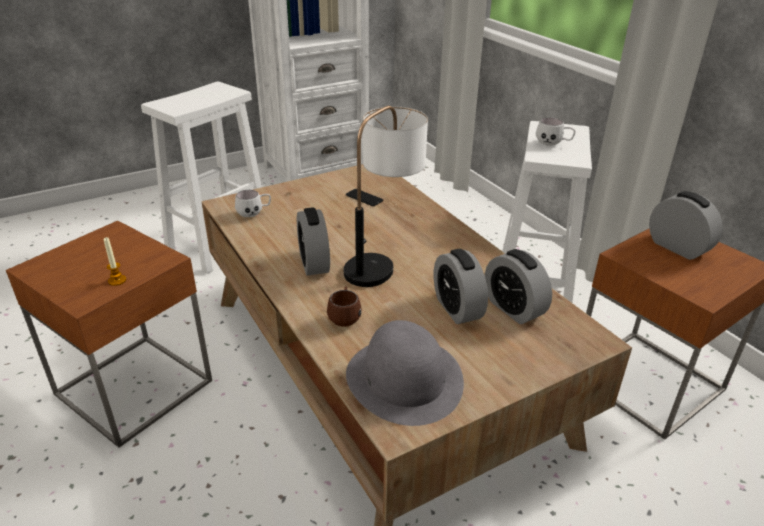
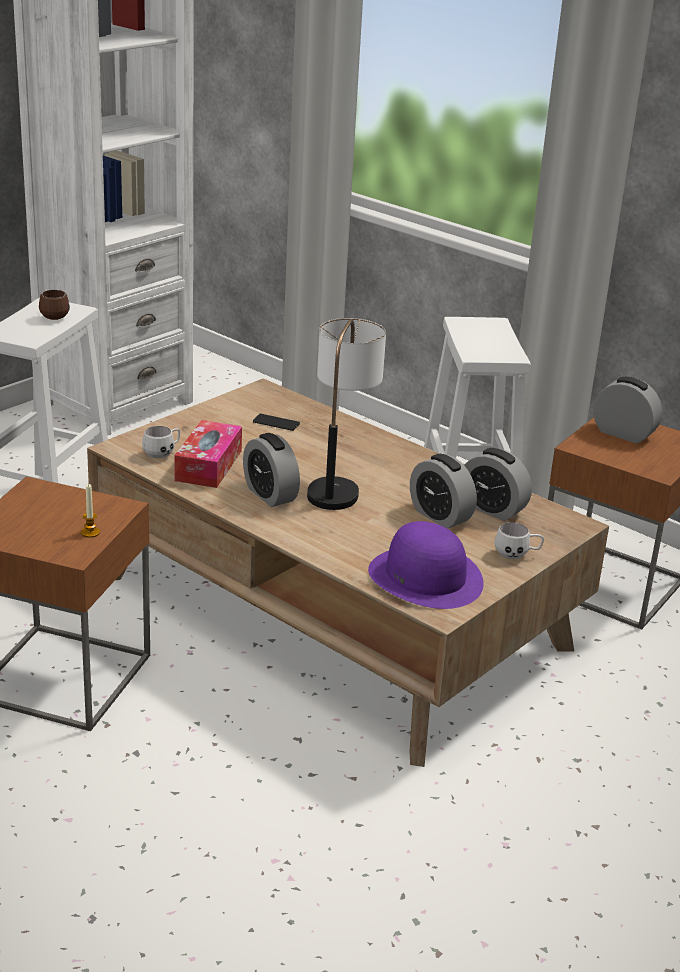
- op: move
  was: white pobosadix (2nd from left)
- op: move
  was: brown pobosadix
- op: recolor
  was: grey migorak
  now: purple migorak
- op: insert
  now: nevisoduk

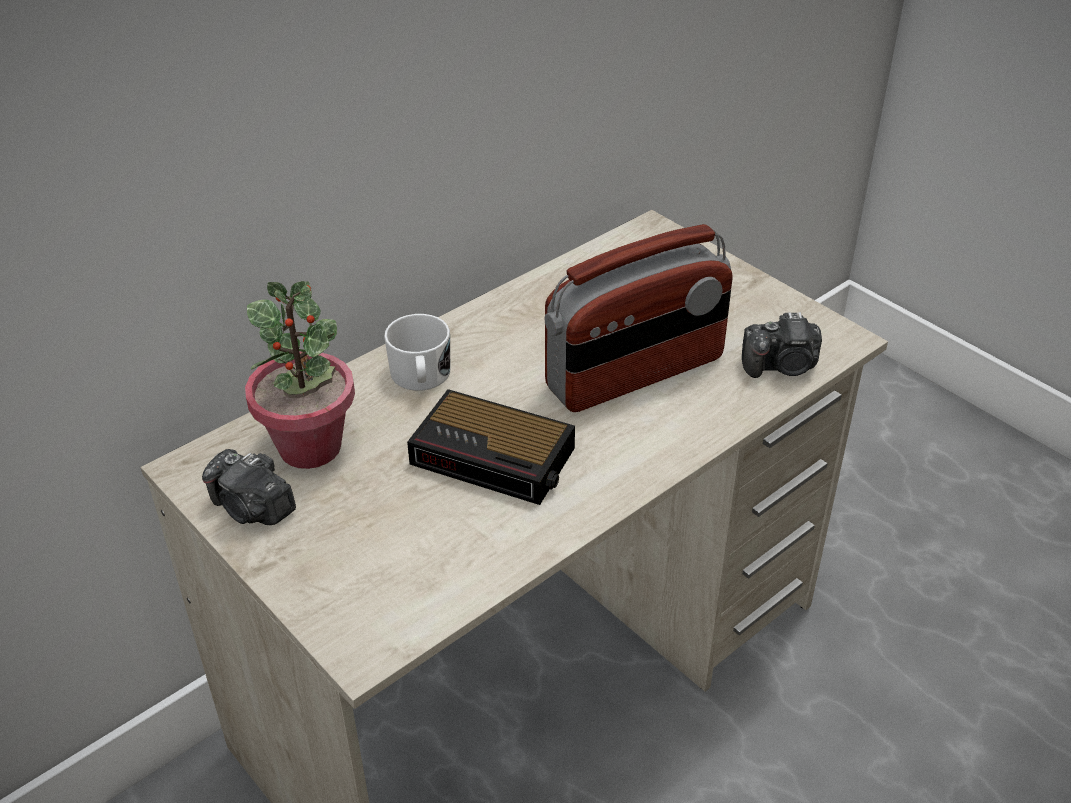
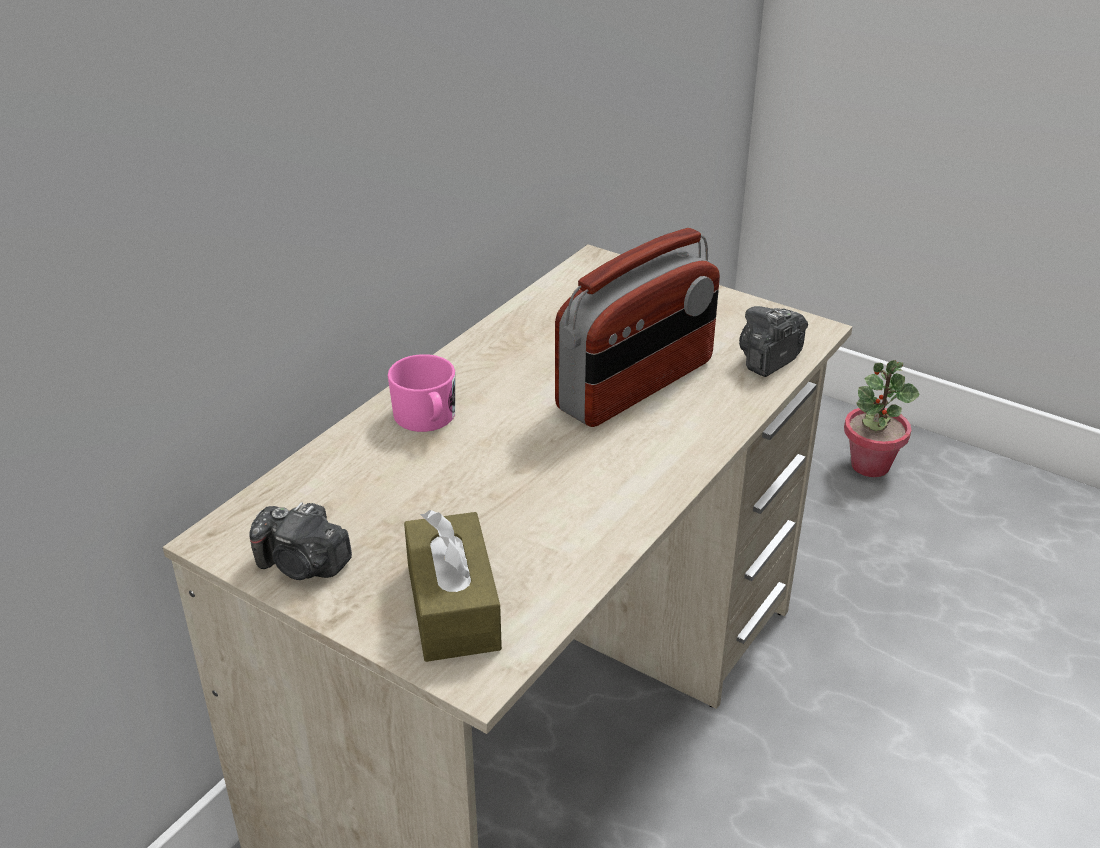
- op: move
  was: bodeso
- op: rotate
  was: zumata (2nd from left)
  clockwise: 150
- op: recolor
  was: white pobosadix
  now: pink pobosadix
- op: delete
  was: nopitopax
- op: insert
  now: brown nevisoduk

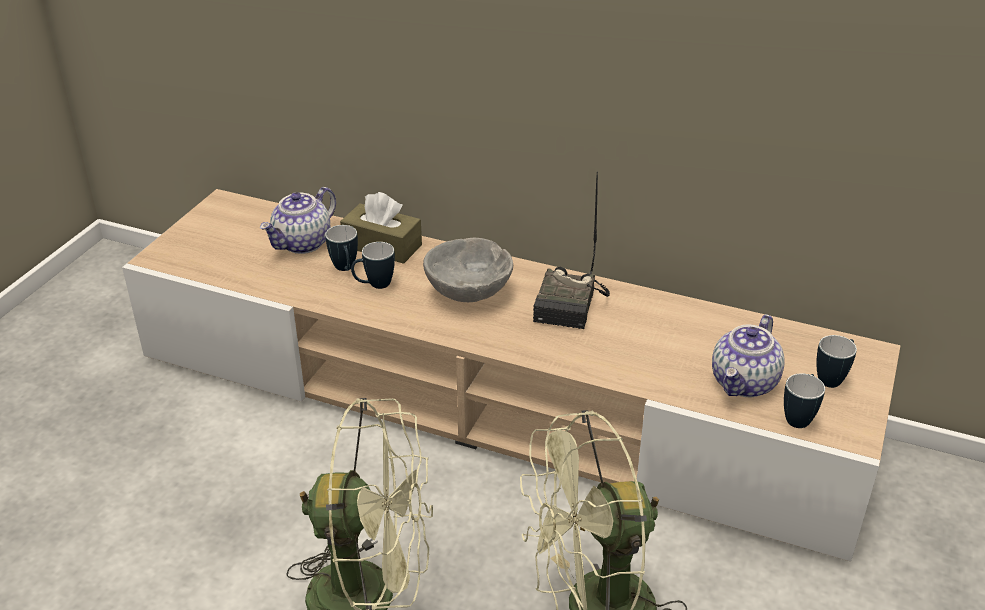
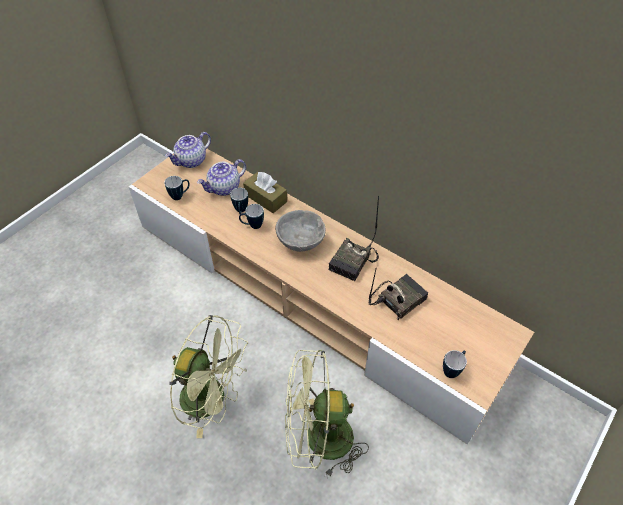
- op: move
  was: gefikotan (2nd from left in the first image)
  now: gefikotan (1st from left)
- op: move
  was: pobosadix (4th from left in the first image)
  now: pobosadix (1st from left)
- op: insert
  now: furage (2nd from left)

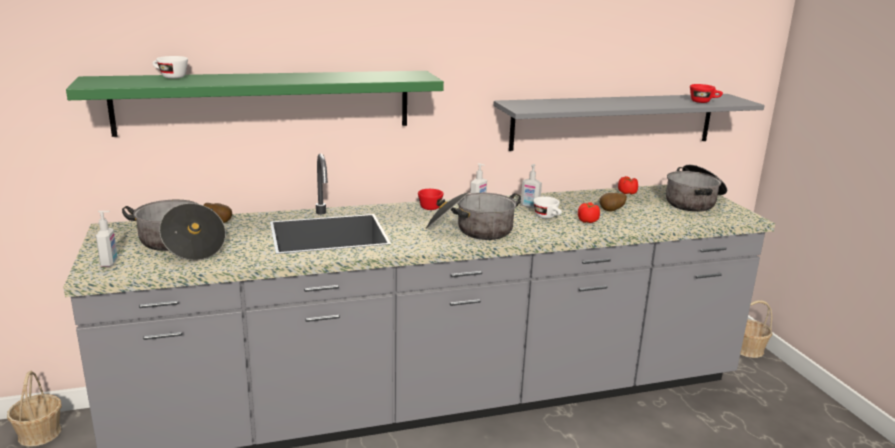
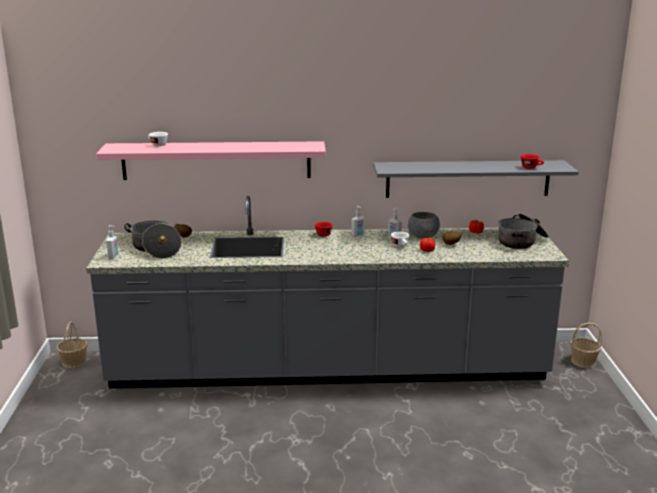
- op: recolor
  was: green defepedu
  now: pink defepedu
- op: delete
  was: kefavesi (2nd from left)
- op: insert
  now: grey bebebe

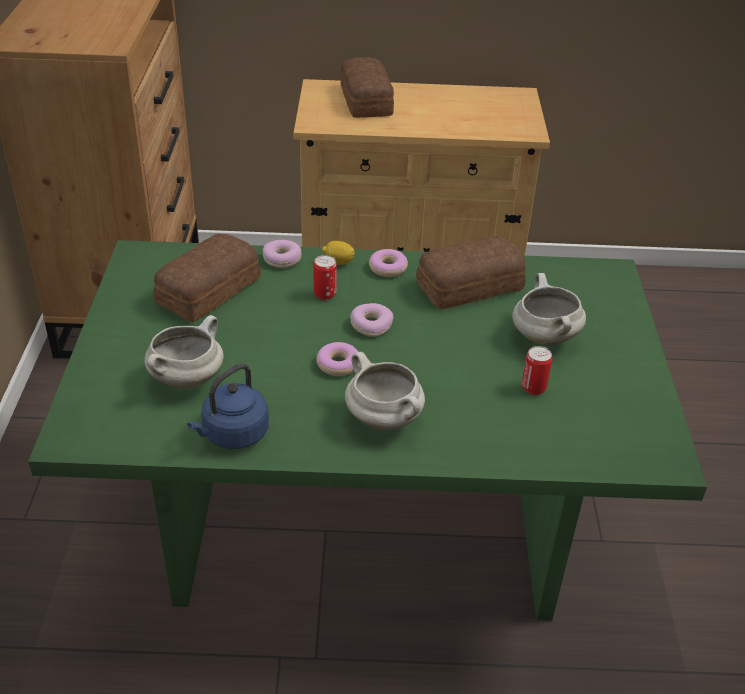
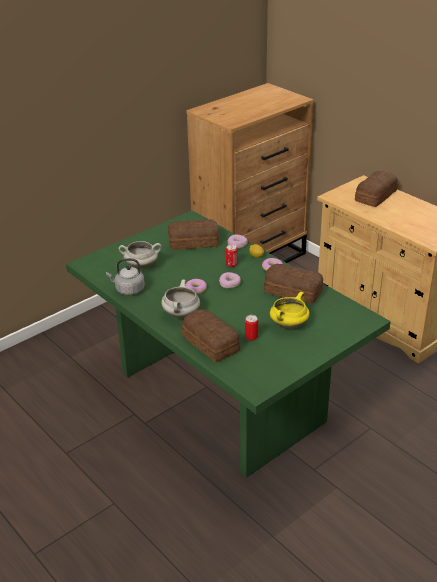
- op: recolor
  was: white kefavesi (3rd from left)
  now: yellow kefavesi
- op: recolor
  was: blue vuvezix
  now: grey vuvezix
- op: insert
  now: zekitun (2nd from left)

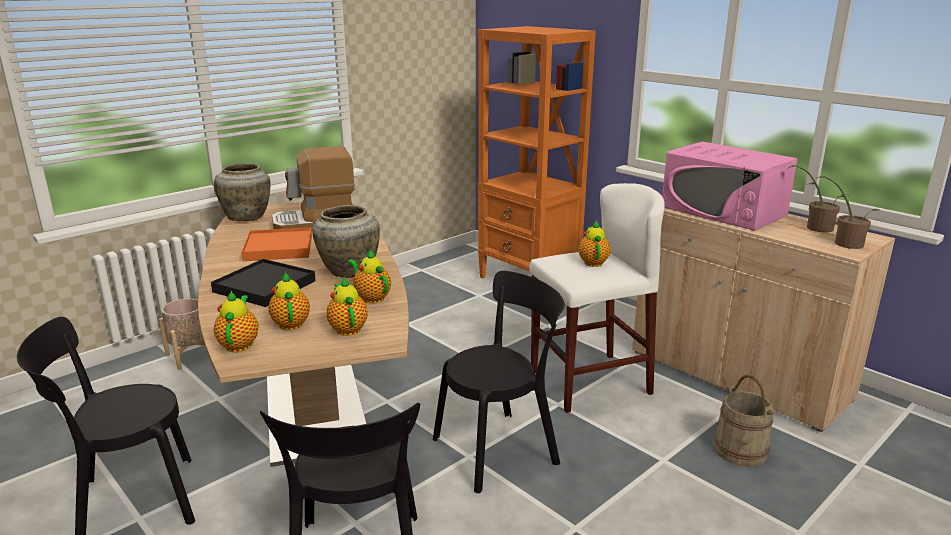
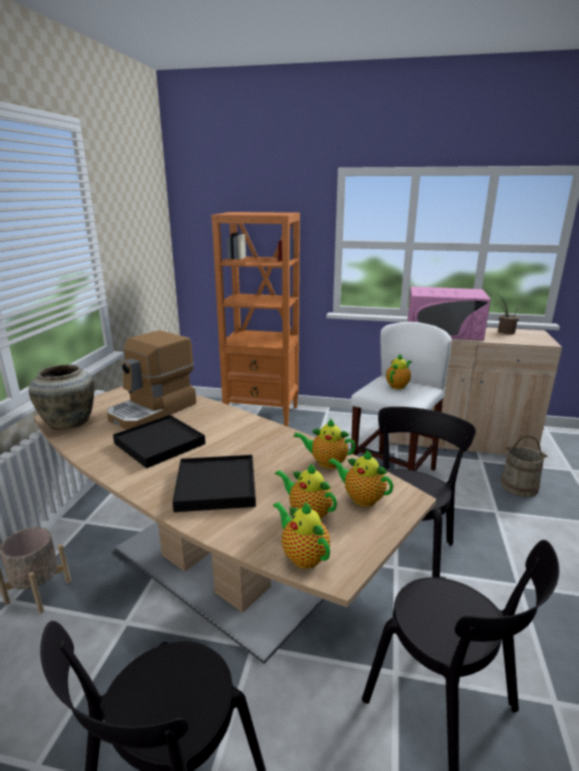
- op: delete
  was: bodeso (2nd from left)
- op: delete
  was: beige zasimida (2nd from left)
- op: rotate
  was: gefikotan (5th from left)
  clockwise: 75
- op: recolor
  was: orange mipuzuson
  now: black mipuzuson (1st from left)

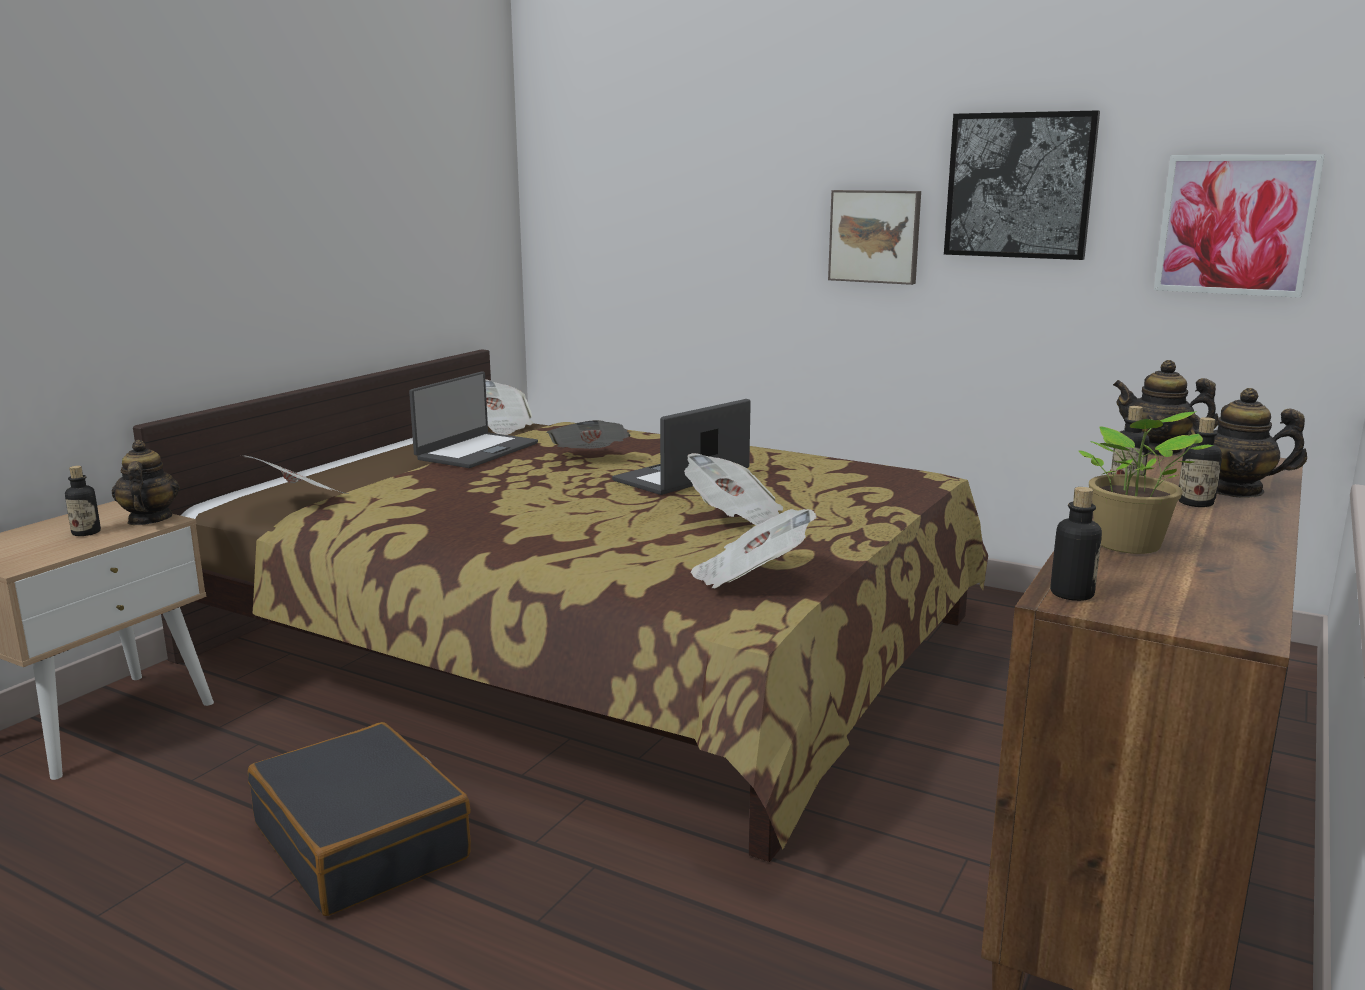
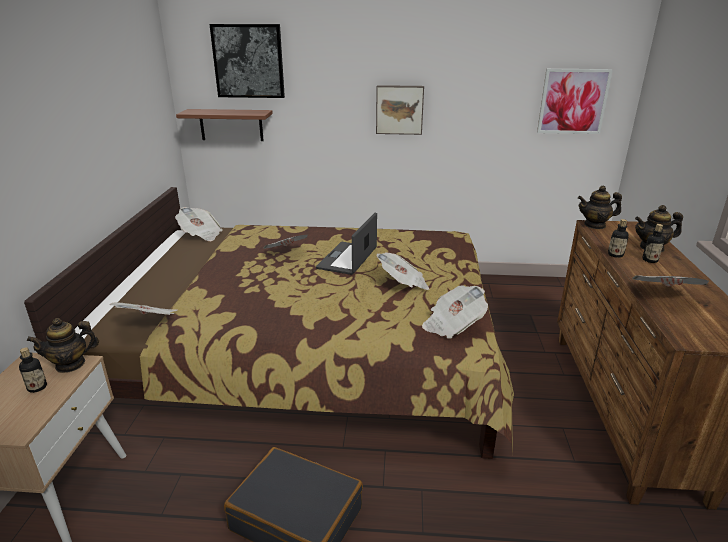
- op: move
  was: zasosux (2nd from left in the first image)
  now: zasosux (1st from left)
- op: delete
  was: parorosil (1st from left)
- op: replace
  was: bodeso
  now: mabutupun (6th from left)
- op: rotate
  was: gefikotan (1st from left)
  clockwise: -75
- op: delete
  was: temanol (2nd from left)
- op: insert
  now: defepedu

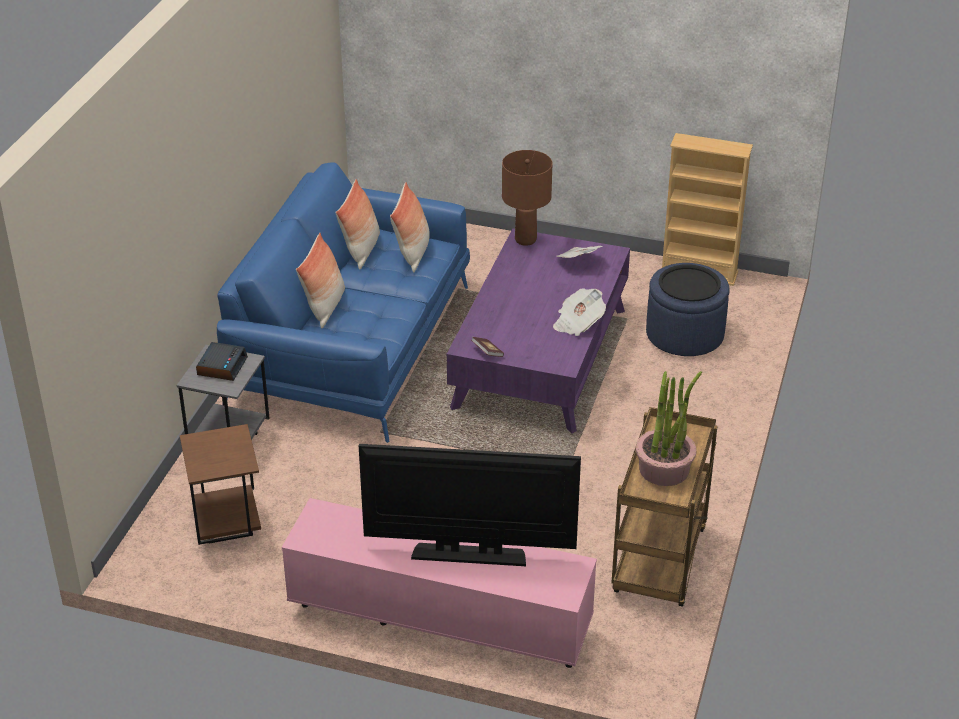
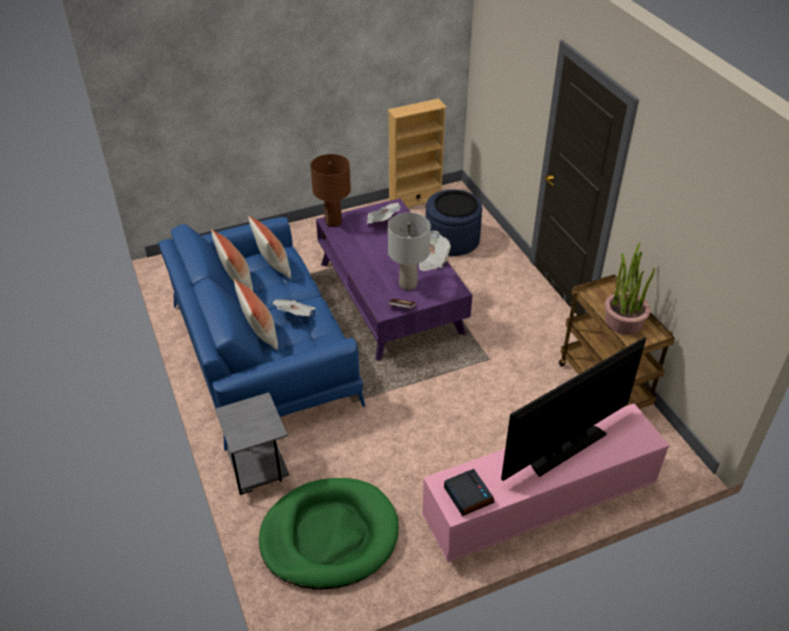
- op: move
  was: nopitopax
- op: replace
  was: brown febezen
  now: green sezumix
- op: insert
  now: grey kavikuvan
- op: insert
  now: mabutupun (1st from left)

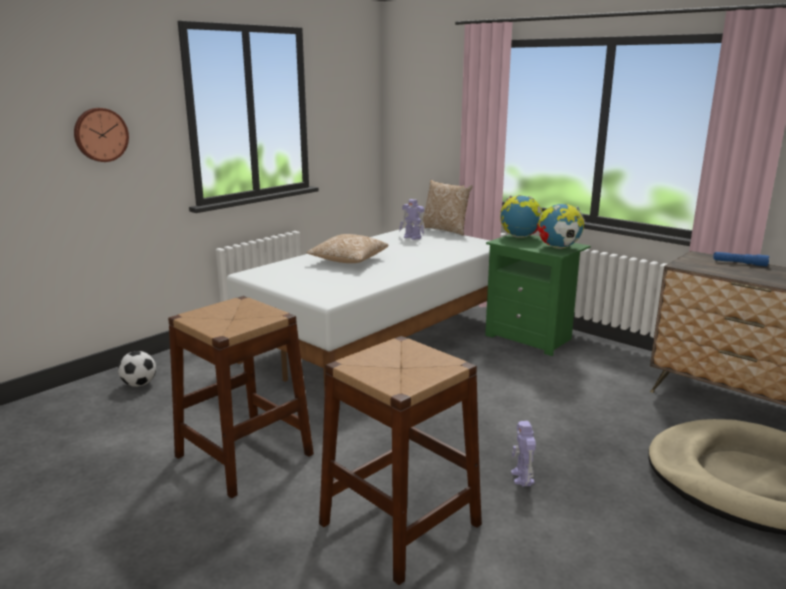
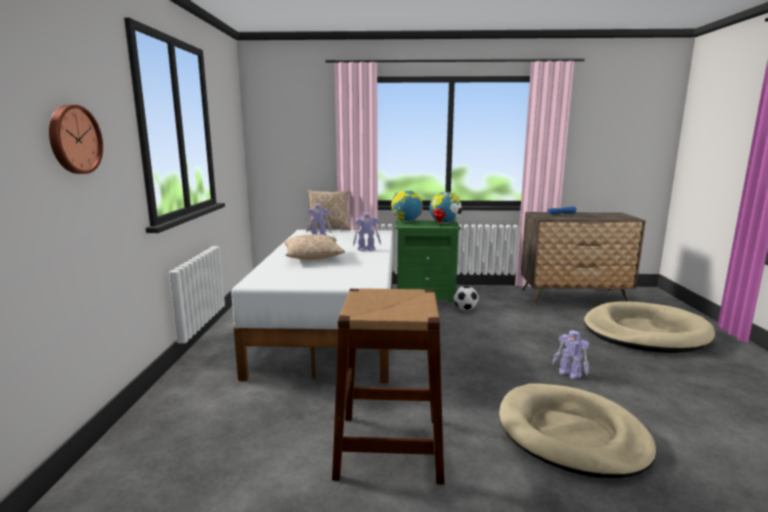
- op: replace
  was: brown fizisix (2nd from left)
  now: beige sezumix (1st from left)
- op: move
  was: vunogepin
- op: insert
  now: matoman (2nd from left)

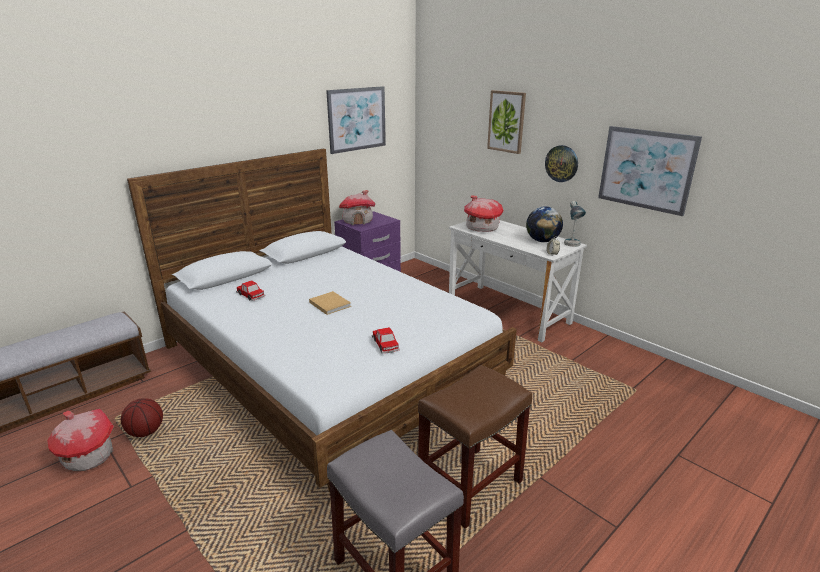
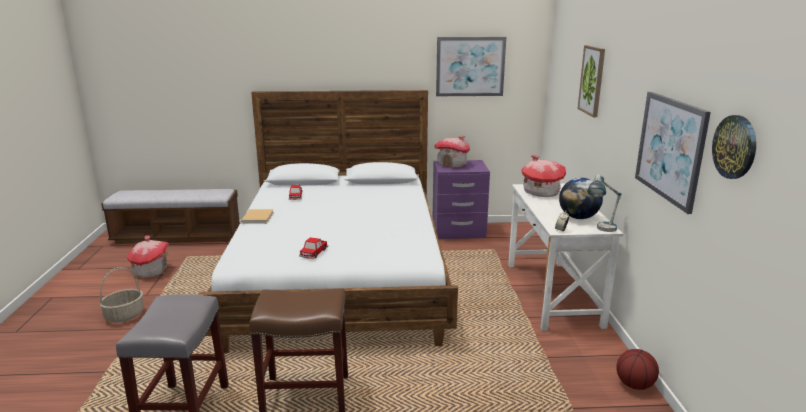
- op: move
  was: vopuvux
- op: move
  was: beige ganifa
- op: move
  was: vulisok
- op: insert
  now: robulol

